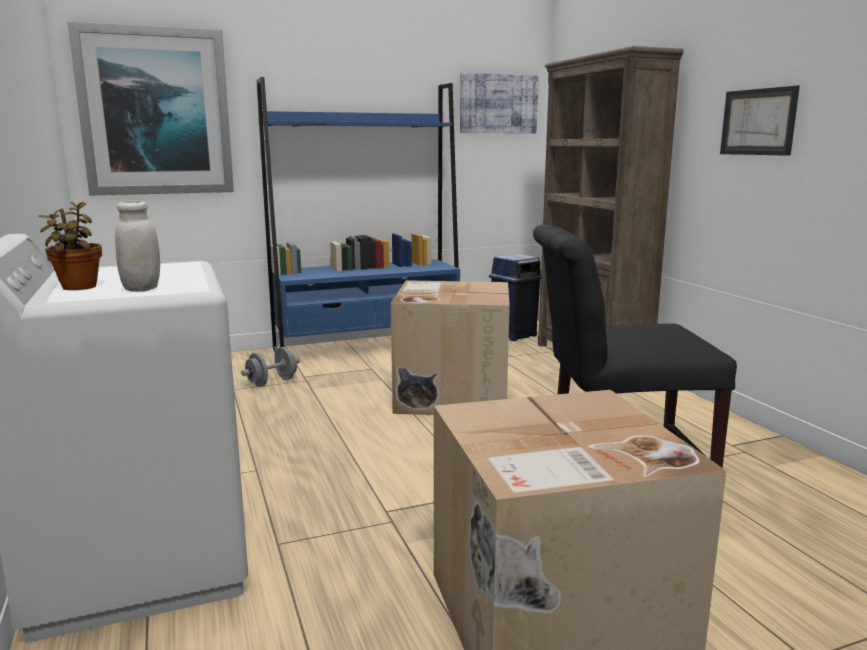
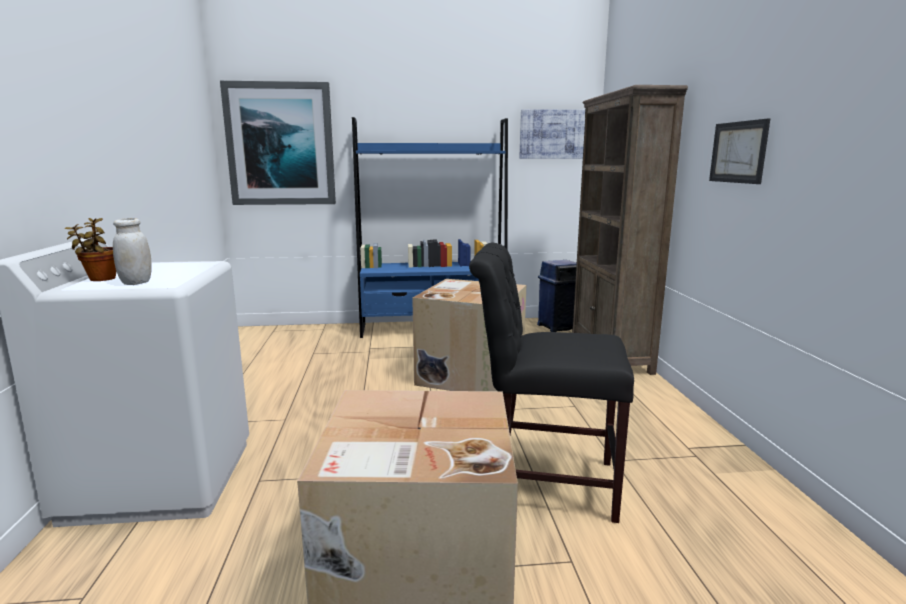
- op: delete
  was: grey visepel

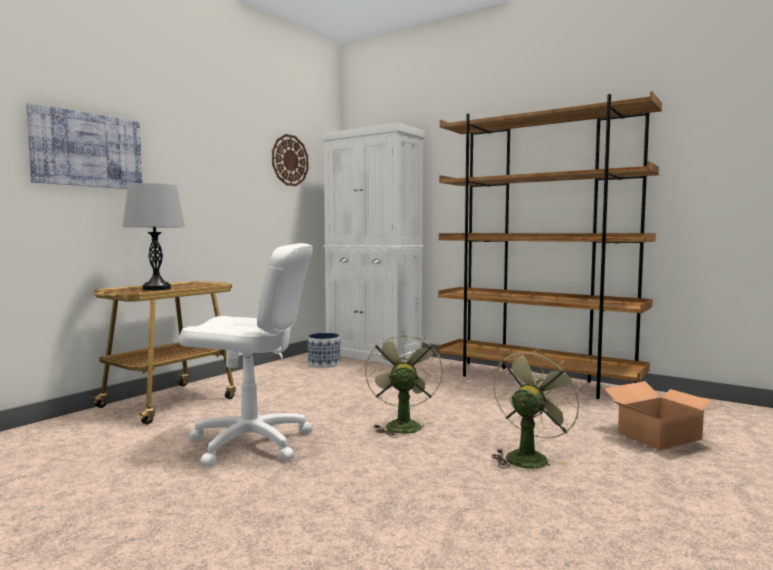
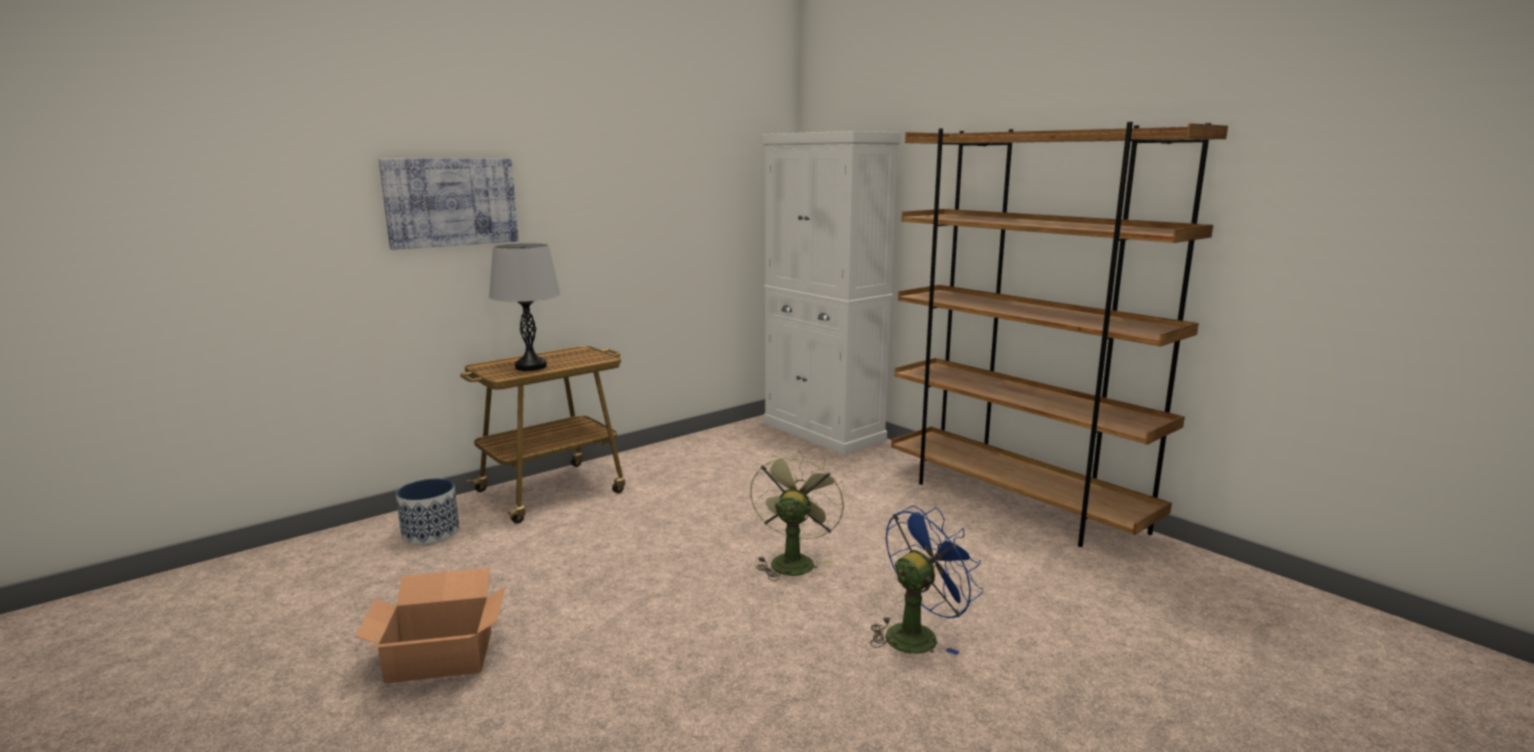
- op: delete
  was: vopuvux
- op: delete
  was: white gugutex
- op: move
  was: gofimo
- op: recolor
  was: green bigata (2nd from left)
  now: blue bigata
- op: move
  was: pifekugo

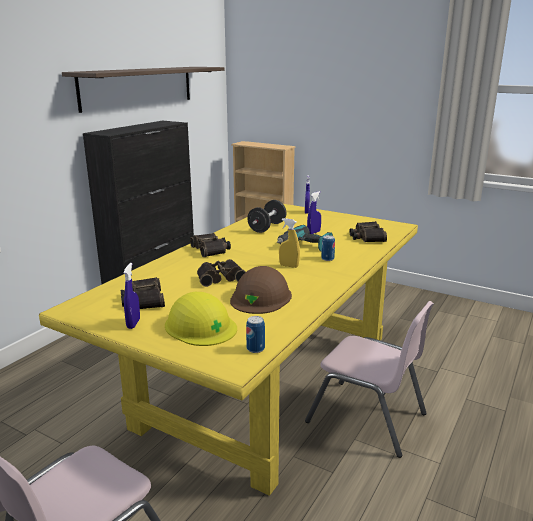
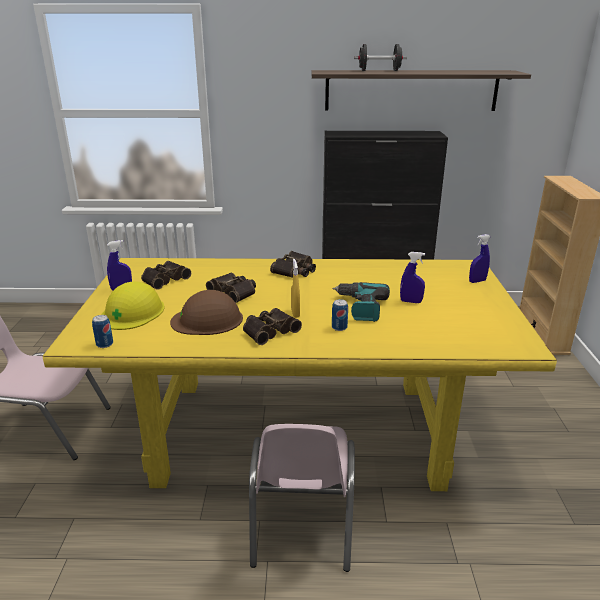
- op: move
  was: black visepel
- op: move
  was: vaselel (4th from left in the first image)
  now: vaselel (3rd from left)

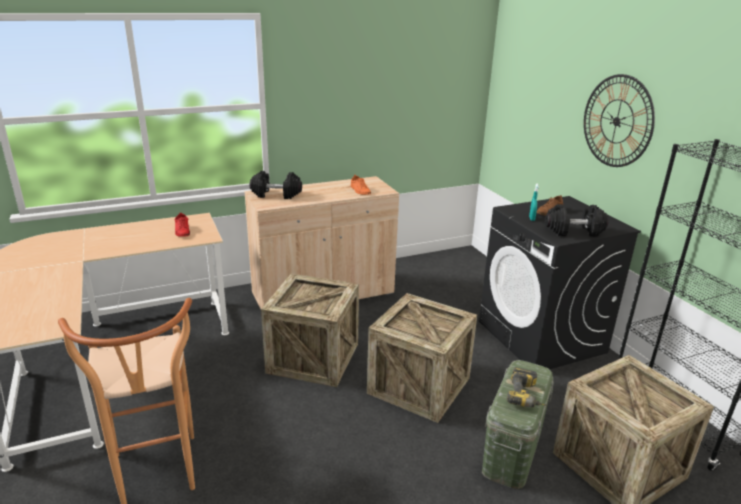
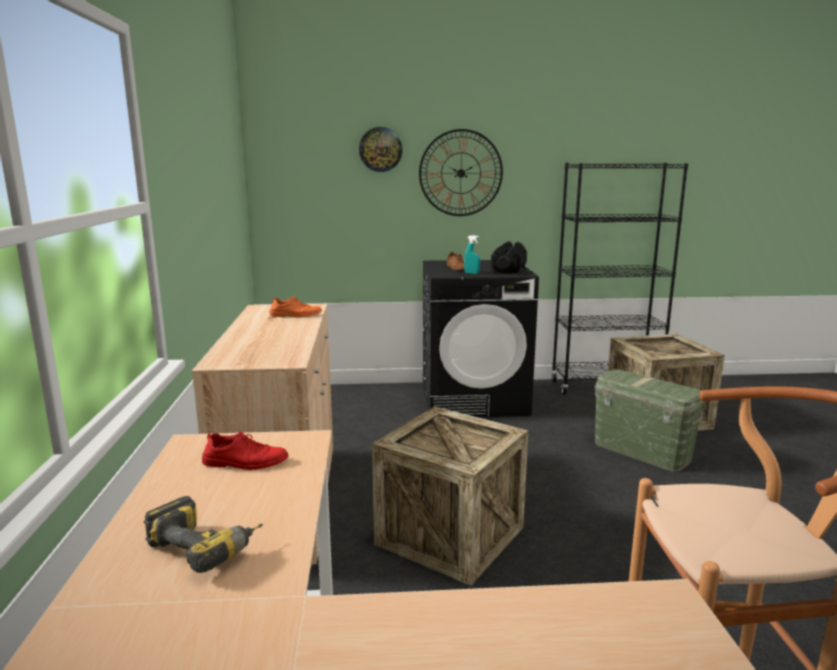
- op: delete
  was: black visepel (1st from left)
- op: delete
  was: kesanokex (2nd from left)
- op: move
  was: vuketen
- op: insert
  now: vopuvux (1st from left)

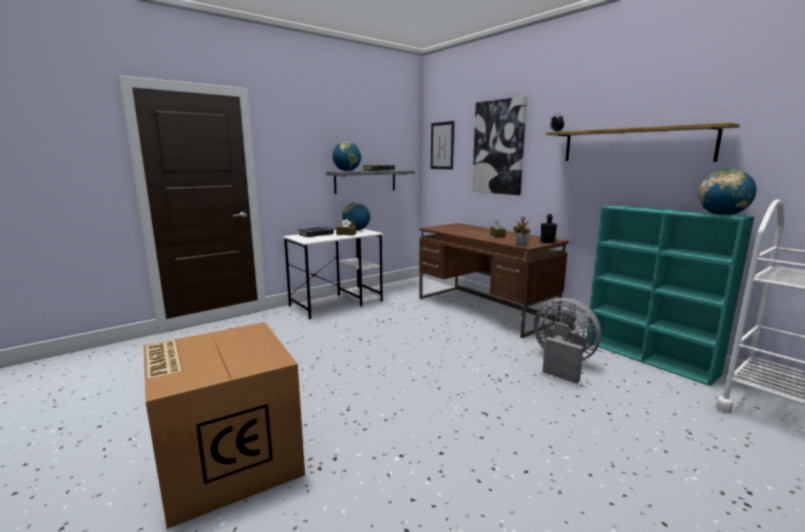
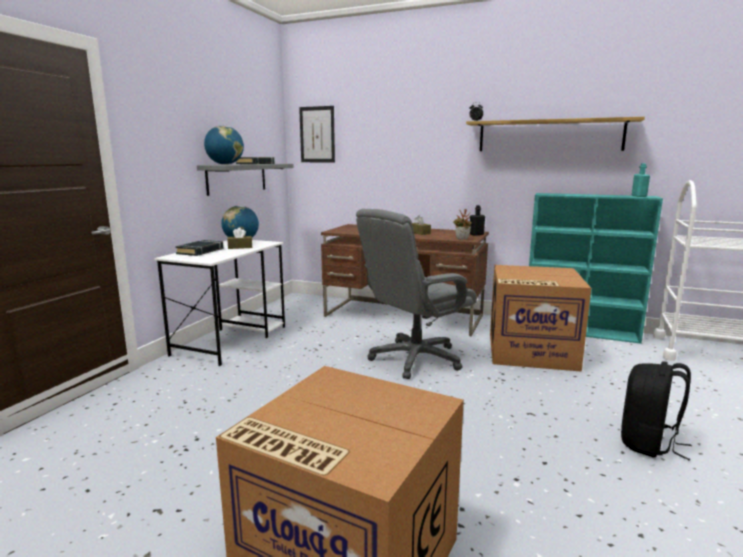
- op: delete
  was: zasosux (2nd from left)
- op: replace
  was: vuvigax (3rd from left)
  now: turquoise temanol
- op: replace
  was: grey bigata
  now: pifekugo (2nd from left)
- op: insert
  now: grey gugutex
- op: insert
  now: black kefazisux

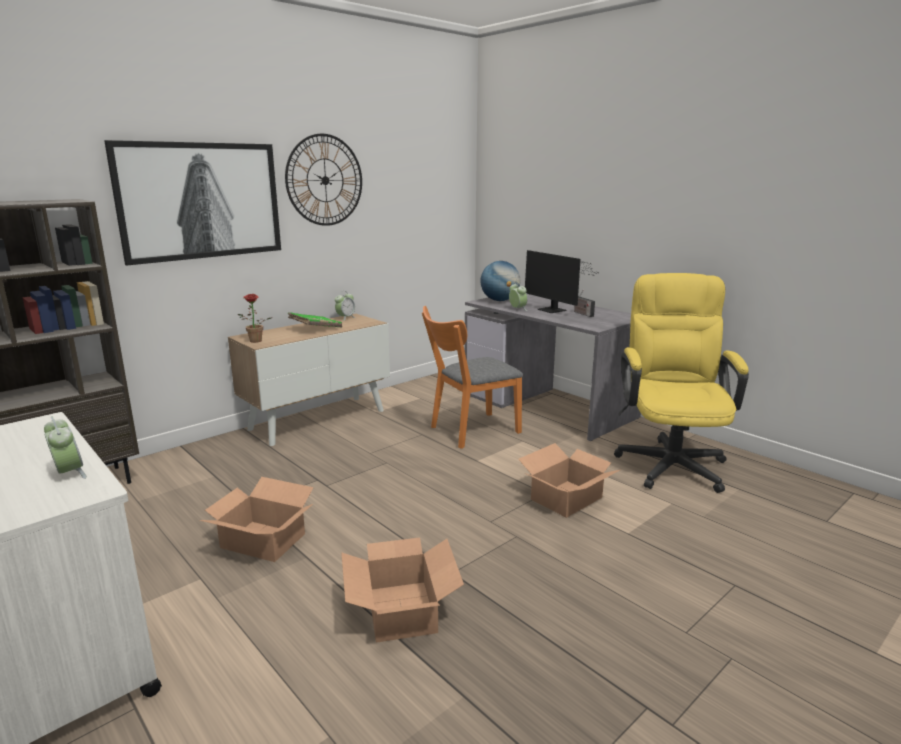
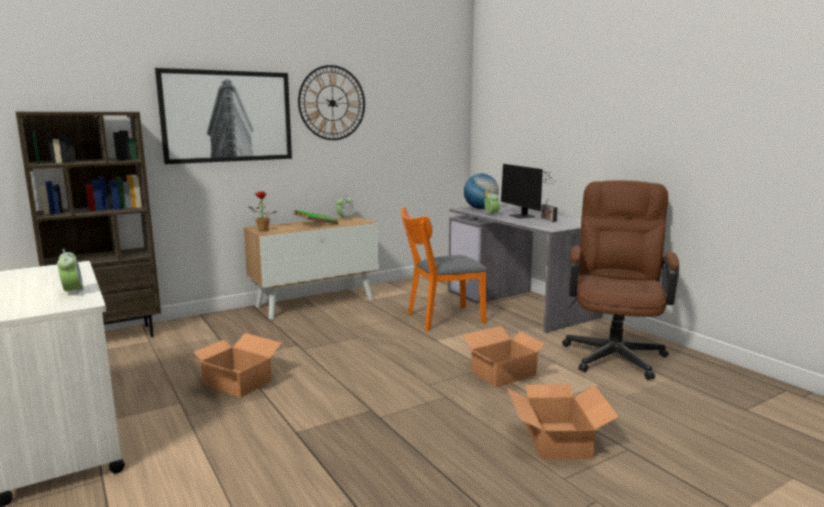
- op: recolor
  was: yellow gugutex
  now: brown gugutex
- op: move
  was: pifekugo (2nd from left in the first image)
  now: pifekugo (3rd from left)

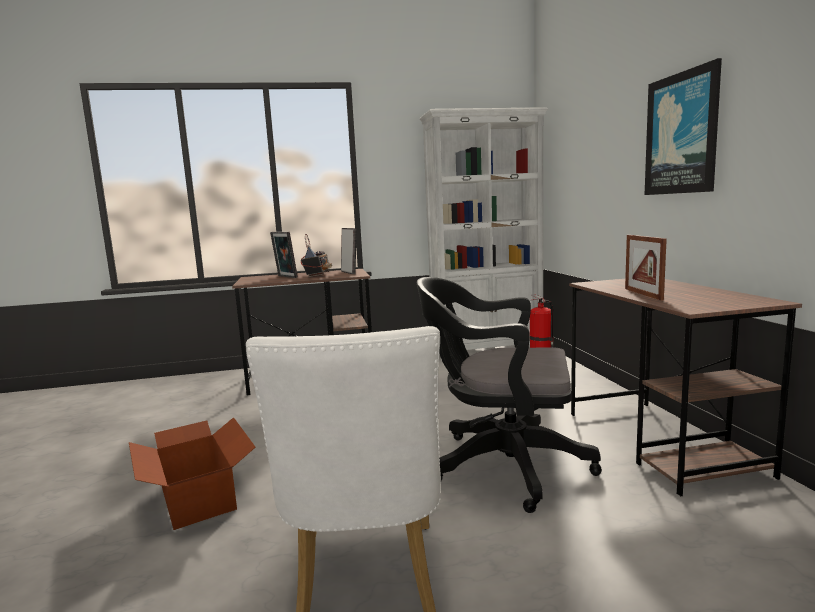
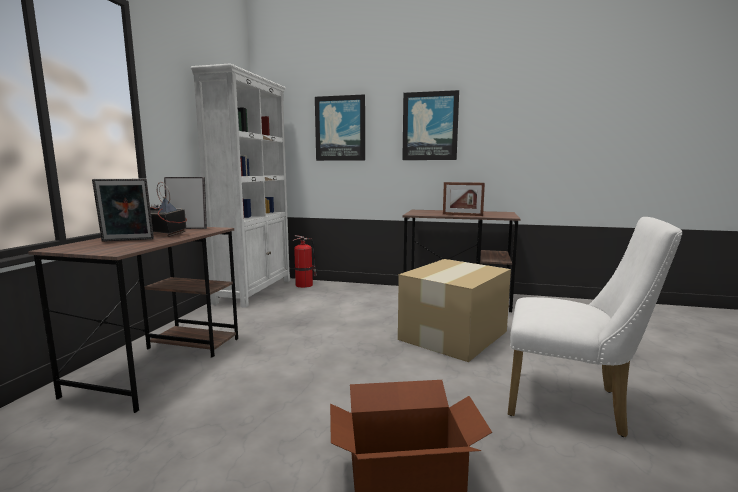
- op: replace
  was: black gugutex
  now: pifekugo (2nd from left)
- op: insert
  now: zasosux (1st from left)

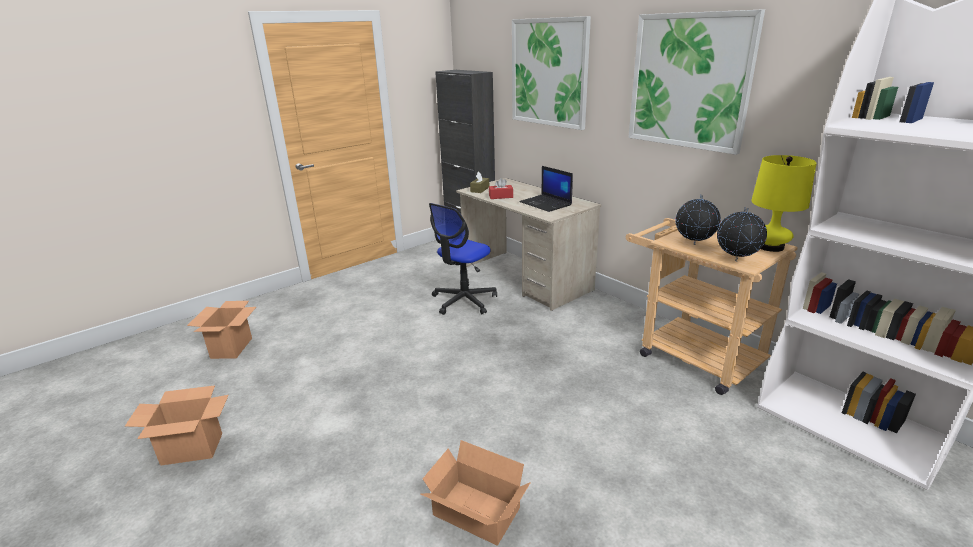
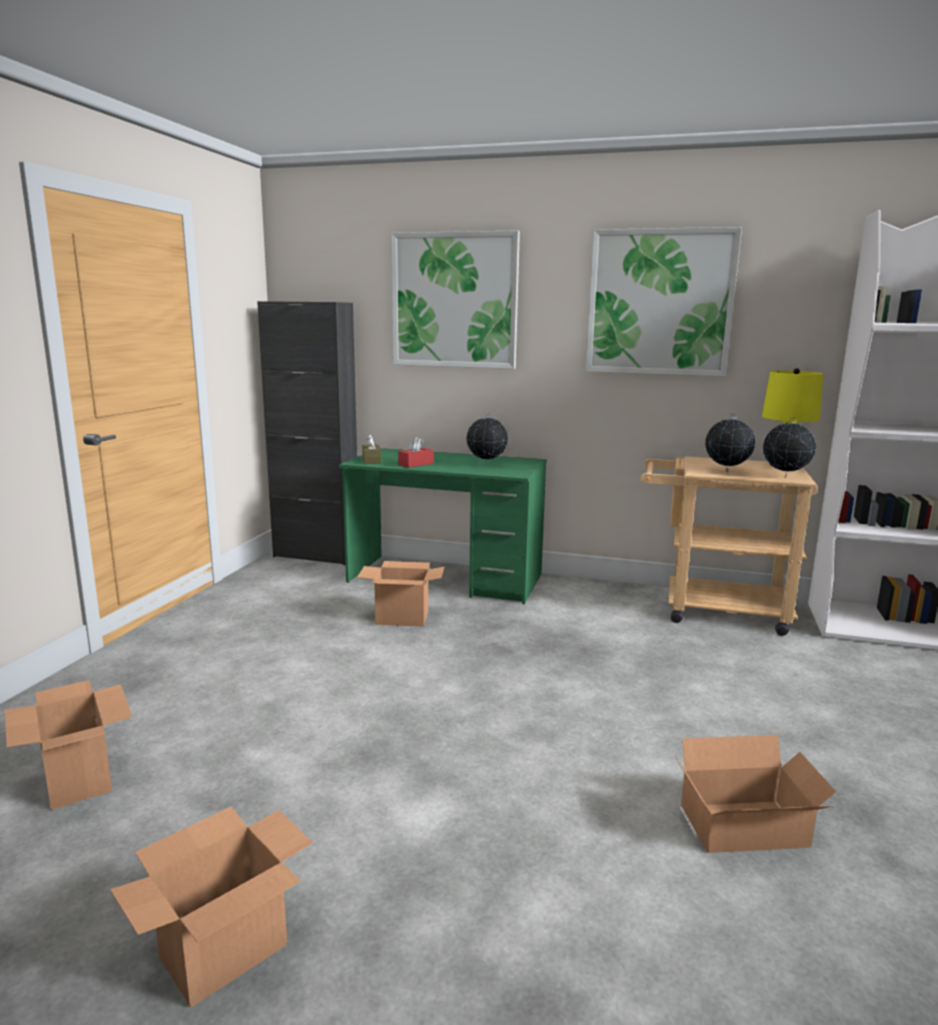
- op: replace
  was: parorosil
  now: vuvigax (1st from left)
- op: recolor
  was: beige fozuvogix
  now: green fozuvogix
- op: replace
  was: gugutex
  now: pifekugo (3rd from left)

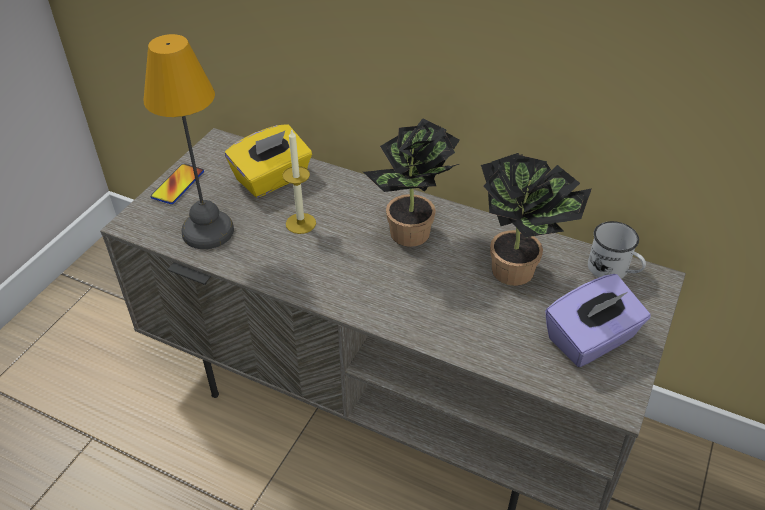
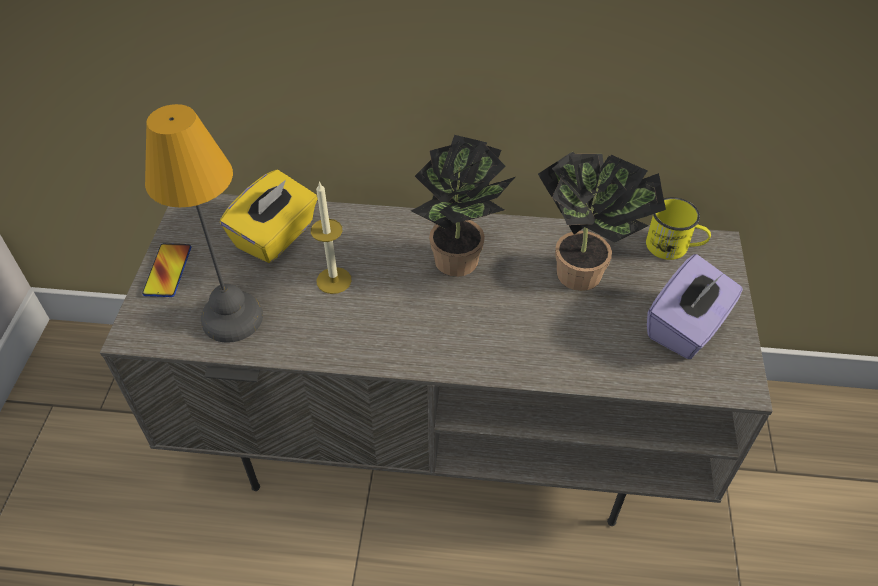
- op: recolor
  was: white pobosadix
  now: yellow pobosadix

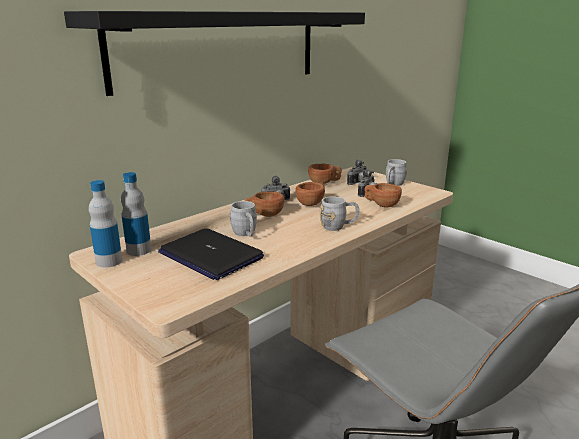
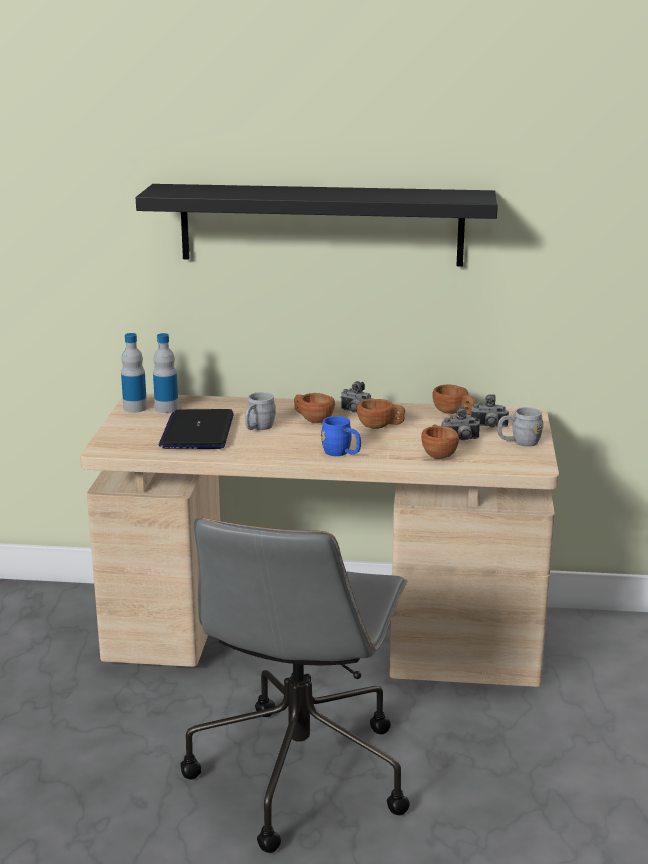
- op: recolor
  was: grey pobosadix (2nd from left)
  now: blue pobosadix

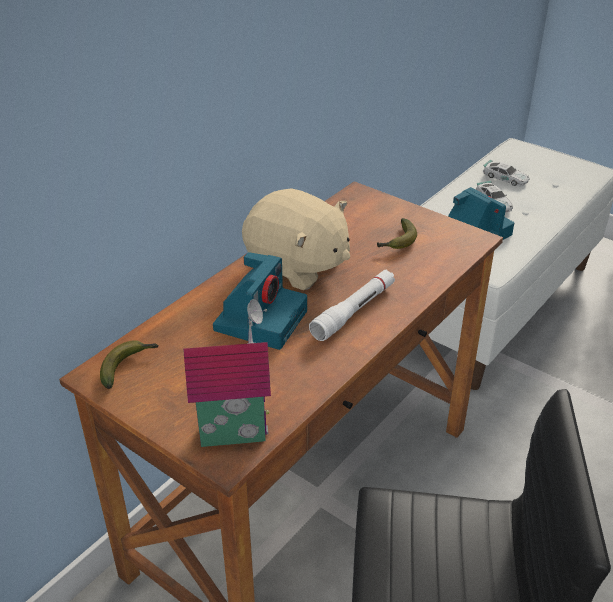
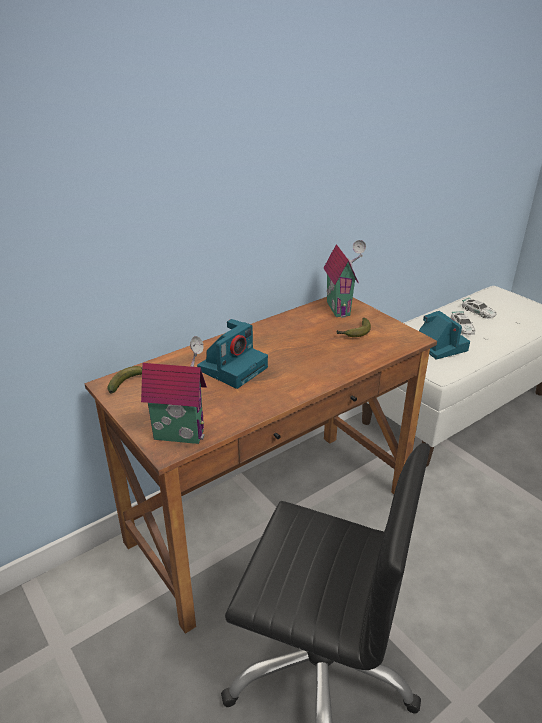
- op: delete
  was: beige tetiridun
- op: delete
  was: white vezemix
- op: insert
  now: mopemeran (2nd from left)

